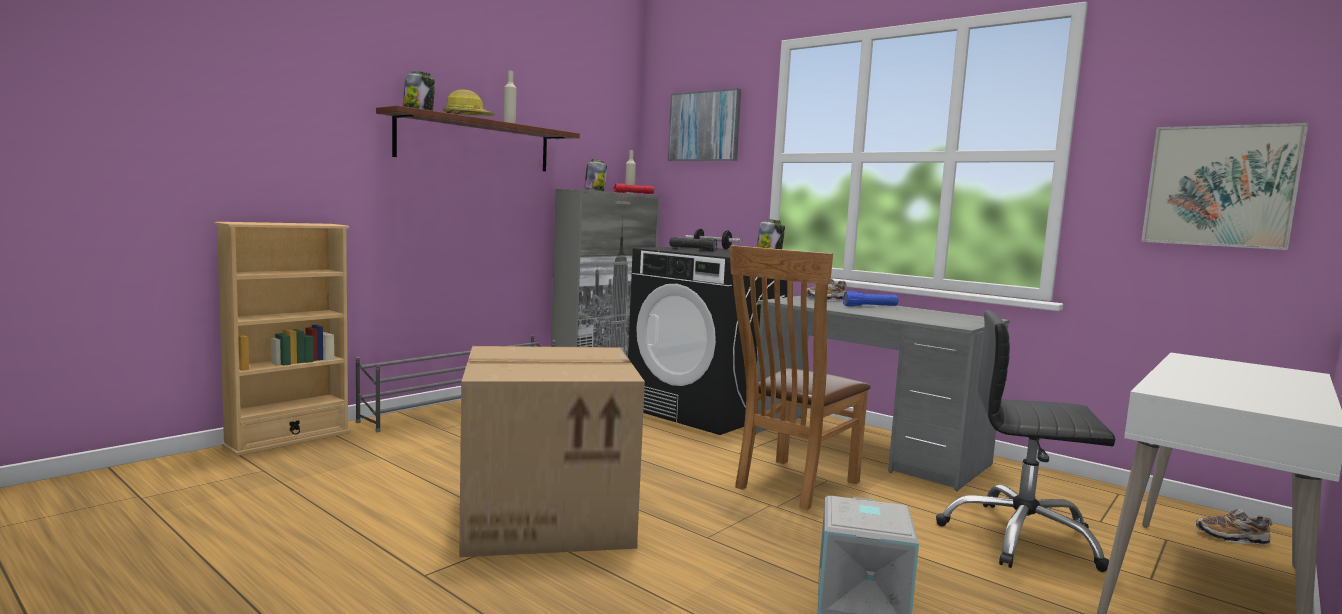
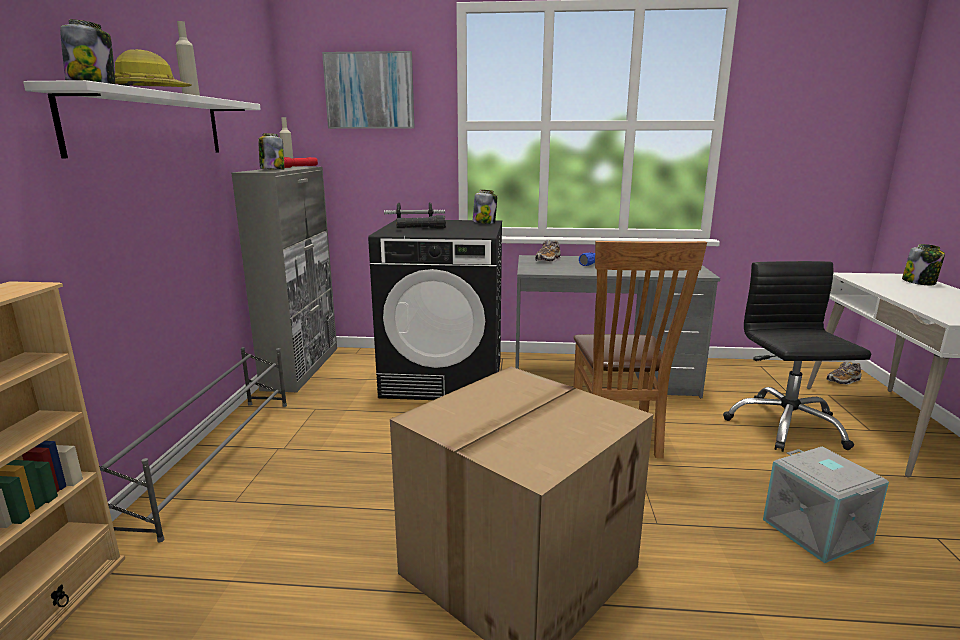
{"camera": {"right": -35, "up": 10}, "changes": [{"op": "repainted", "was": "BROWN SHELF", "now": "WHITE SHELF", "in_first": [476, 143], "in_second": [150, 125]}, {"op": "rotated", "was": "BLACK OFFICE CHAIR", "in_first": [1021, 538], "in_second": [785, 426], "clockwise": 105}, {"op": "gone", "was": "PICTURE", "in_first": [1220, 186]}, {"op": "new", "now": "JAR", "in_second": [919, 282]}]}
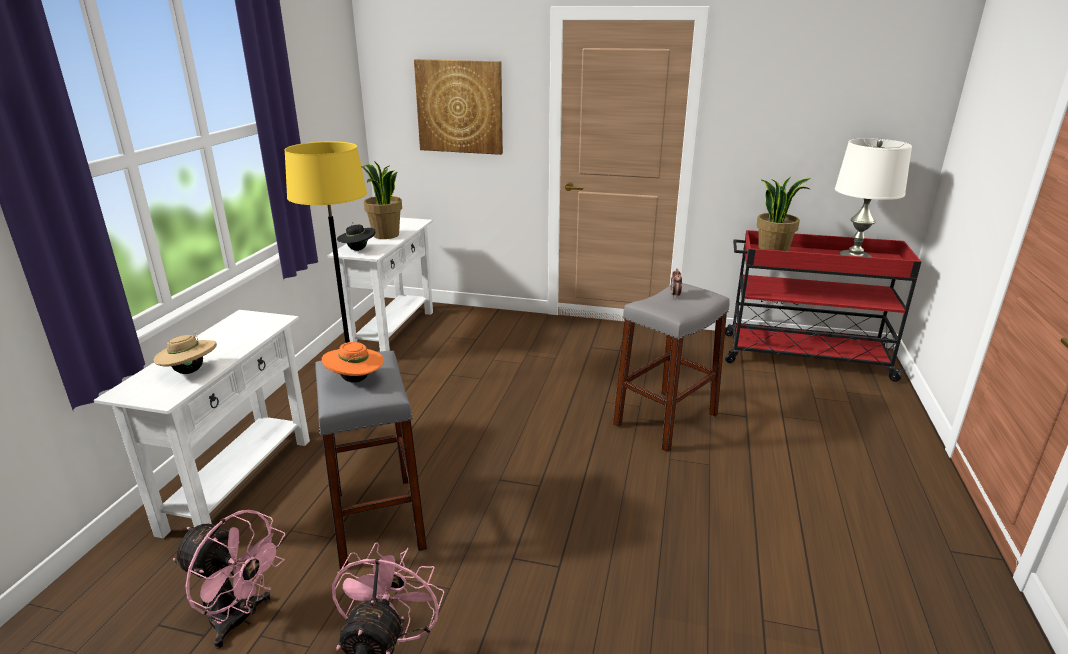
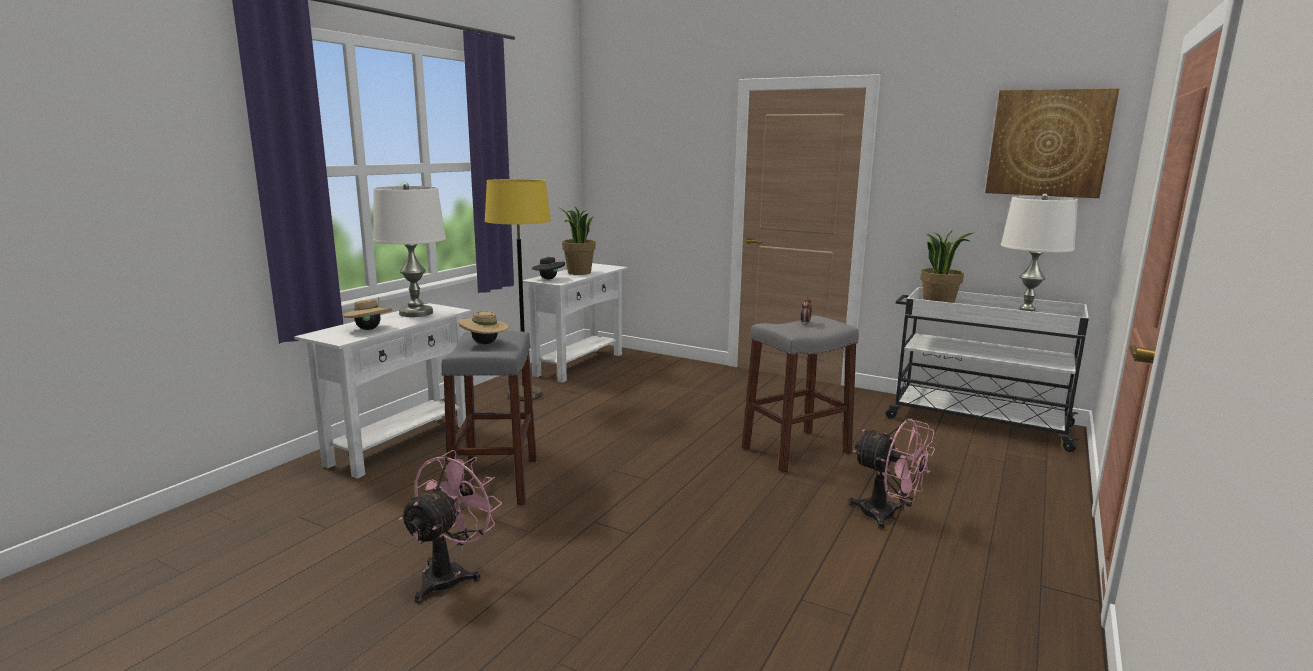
{"camera": {"right": 15, "up": -10}, "changes": [{"op": "shifted", "was": "PINK FAN", "in_first": [240, 620], "in_second": [887, 516]}, {"op": "repainted", "was": "ORANGE HAT", "now": "BEIGE HAT", "in_first": [356, 380], "in_second": [485, 344]}, {"op": "shifted", "was": "PICTURE", "in_first": [460, 107], "in_second": [1048, 143]}, {"op": "repainted", "was": "RED CART", "now": "WHITE CART", "in_first": [803, 356], "in_second": [975, 422]}, {"op": "new", "now": "WHITE TABLE LAMP", "in_second": [416, 313]}]}
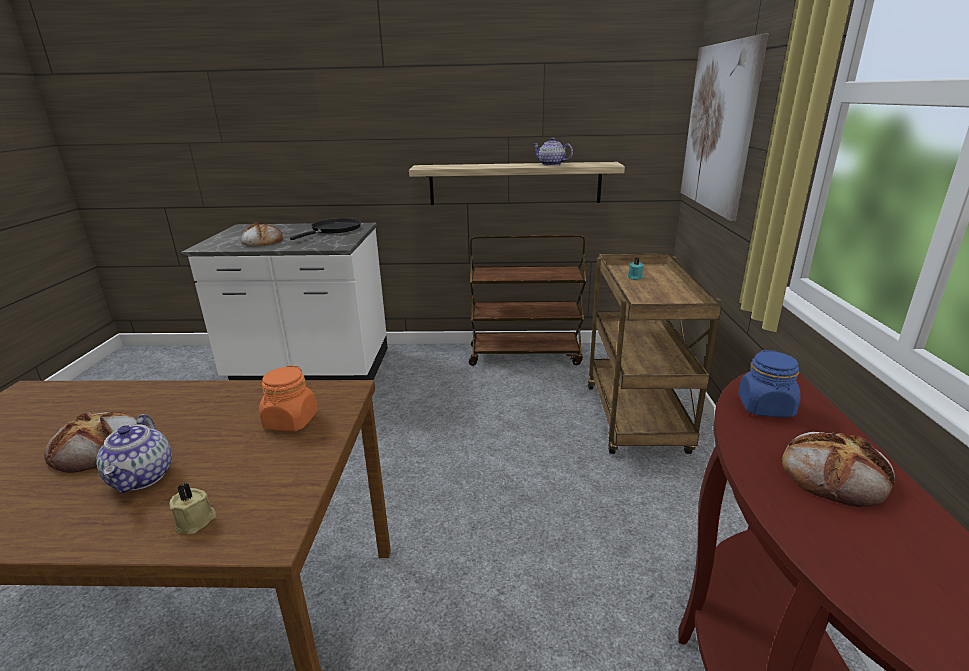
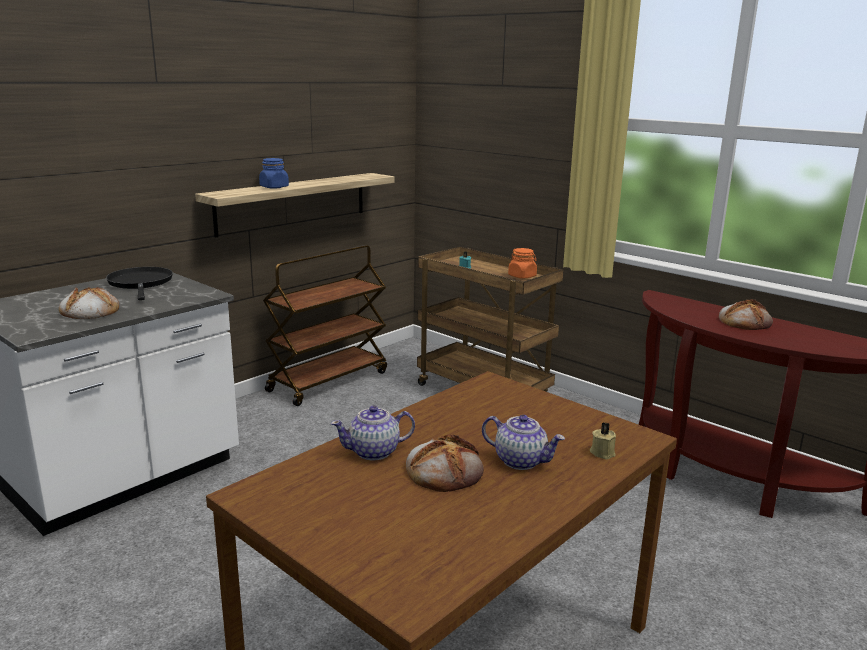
{"camera": {"right": -50, "up": -5}, "changes": [{"op": "shifted", "was": "ORANGE JAR", "in_first": [291, 421], "in_second": [522, 276]}, {"op": "shifted", "was": "TEAPOT", "in_first": [551, 164], "in_second": [374, 452]}, {"op": "gone", "was": "PICTURE", "in_first": [718, 128]}, {"op": "shifted", "was": "BLUE JAR", "in_first": [765, 407], "in_second": [274, 187]}]}
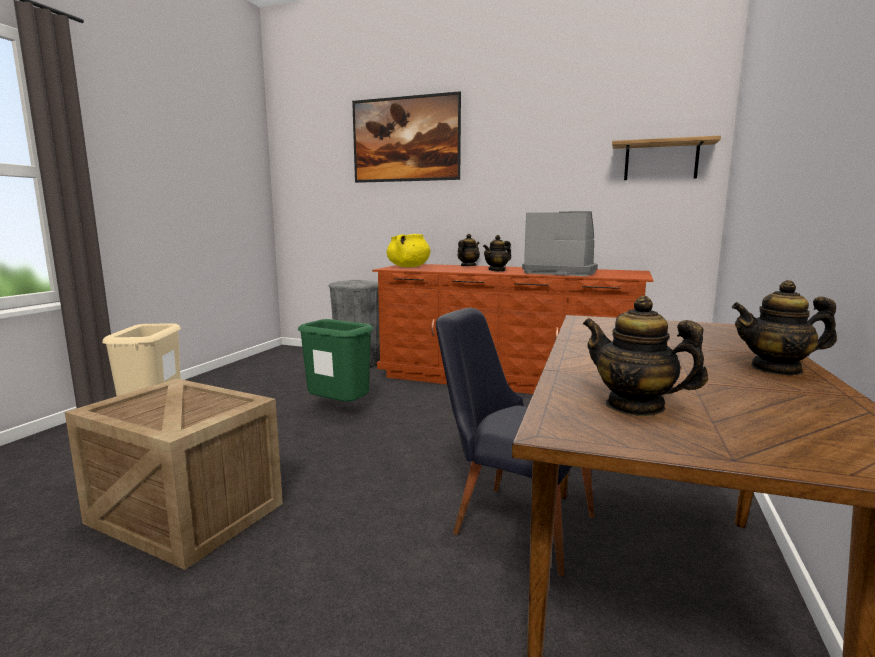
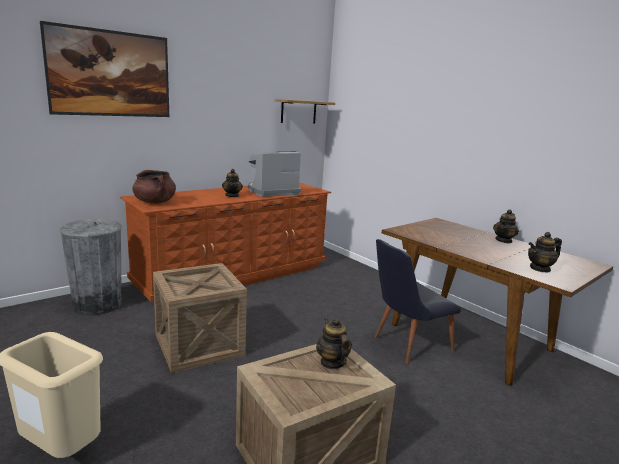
{"camera": {"right": -60, "up": 5}, "changes": [{"op": "swapped", "was": "GREEN TRASH CAN", "now": "CRATE", "in_first": [339, 410], "in_second": [199, 345]}, {"op": "repainted", "was": "YELLOW COOKING POT", "now": "BROWN COOKING POT", "in_first": [408, 267], "in_second": [155, 202]}, {"op": "shifted", "was": "TEAPOT", "in_first": [468, 266], "in_second": [332, 362]}]}
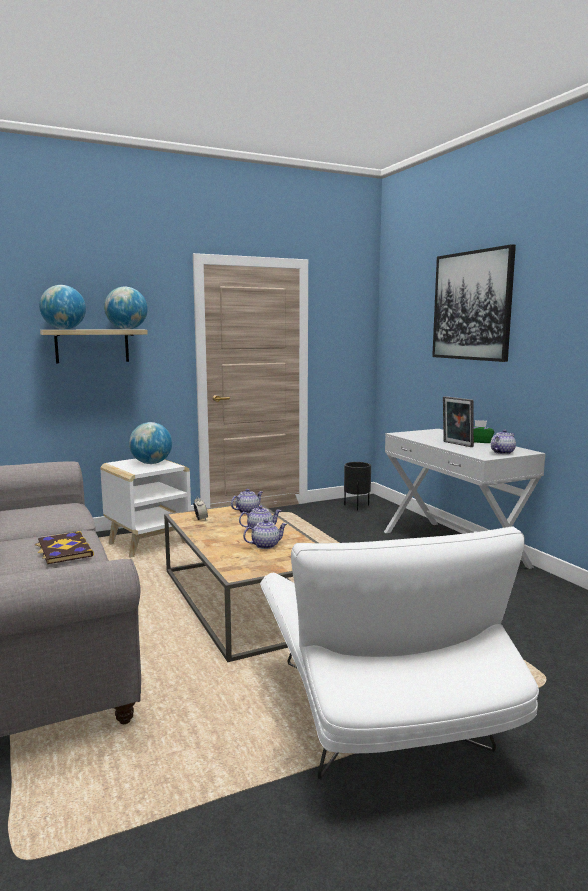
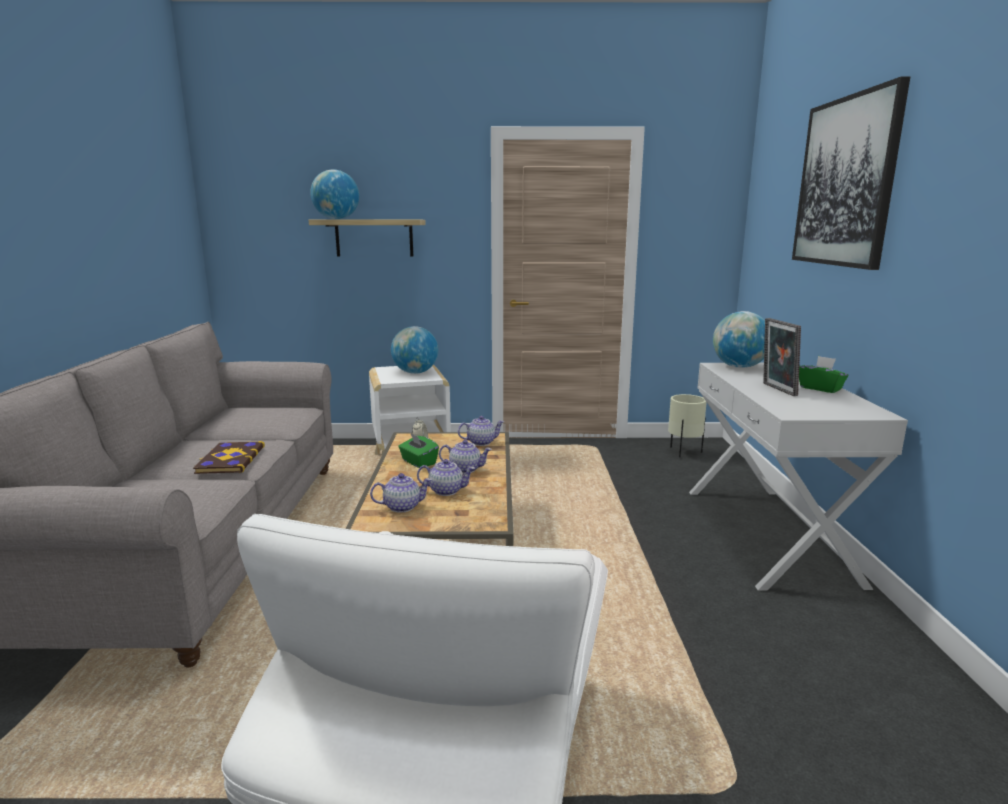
{"camera": {"right": 25, "up": 5}, "changes": [{"op": "shifted", "was": "GLOBE", "in_first": [127, 329], "in_second": [739, 367]}, {"op": "repainted", "was": "BLACK PLANTER", "now": "BEIGE PLANTER", "in_first": [357, 507], "in_second": [684, 452]}, {"op": "shifted", "was": "TEAPOT", "in_first": [502, 452], "in_second": [402, 506]}, {"op": "new", "now": "GREEN TISSUE BOX", "in_second": [418, 462]}]}
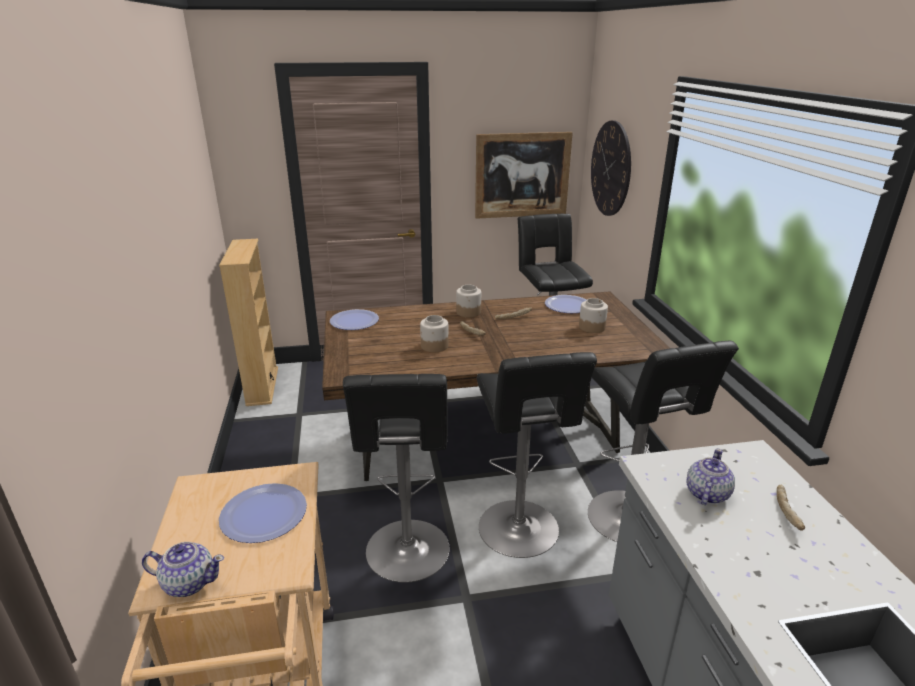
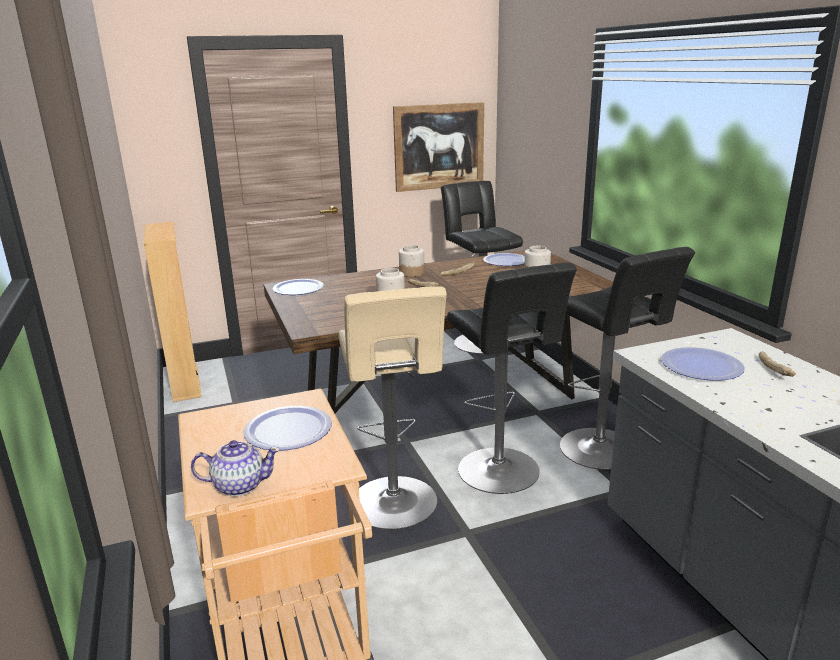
{"camera": {"right": -10, "up": -5}, "changes": [{"op": "repainted", "was": "BLACK STOOL", "now": "BEIGE STOOL", "in_first": [407, 554], "in_second": [395, 506]}, {"op": "gone", "was": "WALL CLOCK", "in_first": [611, 169]}, {"op": "swapped", "was": "TEAPOT", "now": "PLATE", "in_first": [706, 494], "in_second": [701, 366]}]}
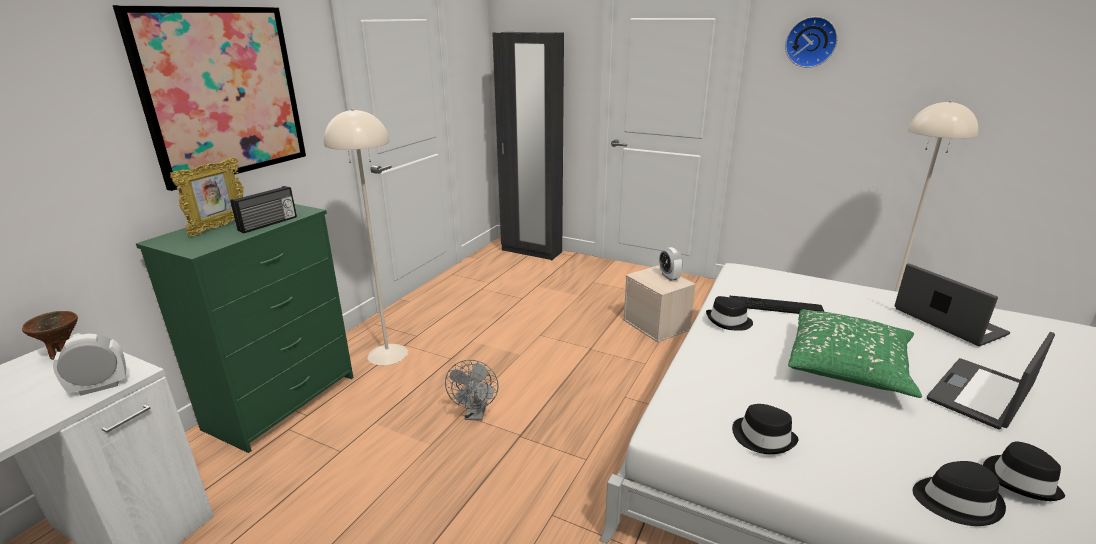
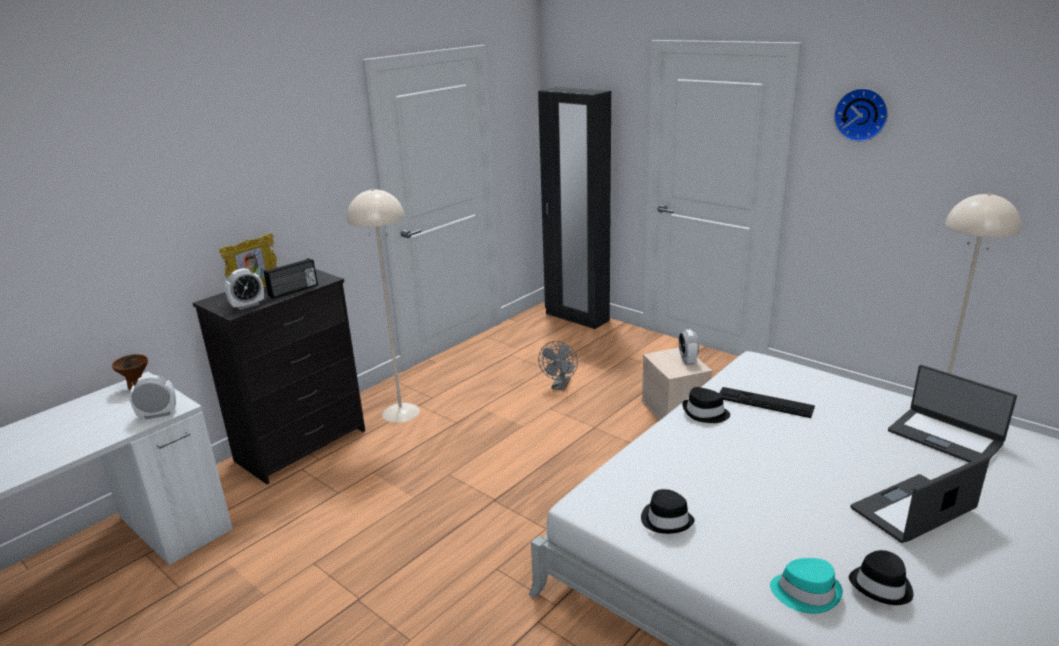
{"camera": {"right": 15, "up": 0}, "changes": [{"op": "gone", "was": "PICTURE", "in_first": [223, 93]}, {"op": "repainted", "was": "GREEN DRESSER", "now": "BLACK DRESSER", "in_first": [283, 401], "in_second": [302, 445]}, {"op": "shifted", "was": "GREY FAN", "in_first": [475, 414], "in_second": [560, 386]}, {"op": "gone", "was": "GREEN PILLOW", "in_first": [848, 366]}, {"op": "rotated", "was": "LAPTOP", "in_first": [947, 322], "in_second": [945, 437], "clockwise": 150}, {"op": "repainted", "was": "BLACK HAT", "now": "TURQUOISE HAT", "in_first": [955, 500], "in_second": [806, 592]}, {"op": "new", "now": "ALARM CLOCK", "in_second": [247, 305]}]}
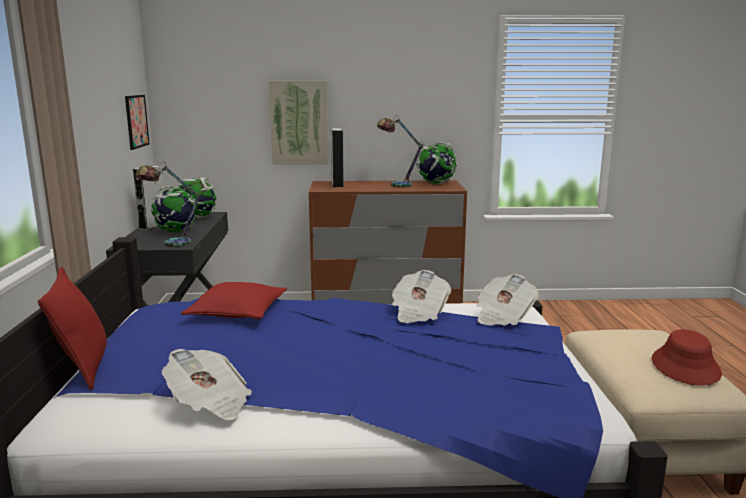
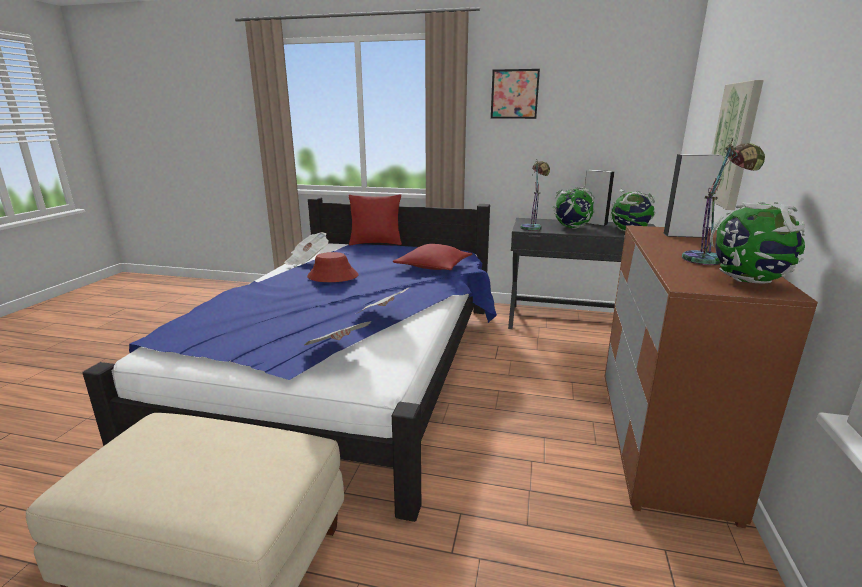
{"camera": {"right": 105, "up": 5}, "changes": [{"op": "shifted", "was": "PICTURE", "in_first": [136, 121], "in_second": [514, 94]}, {"op": "shifted", "was": "RED HAT", "in_first": [686, 367], "in_second": [332, 276]}]}
